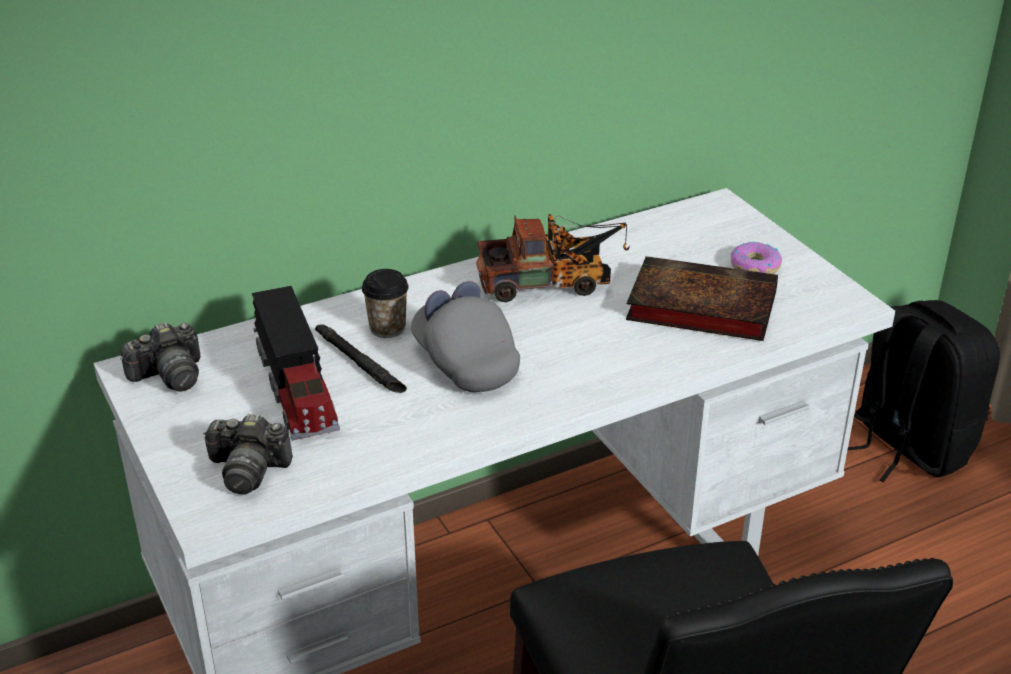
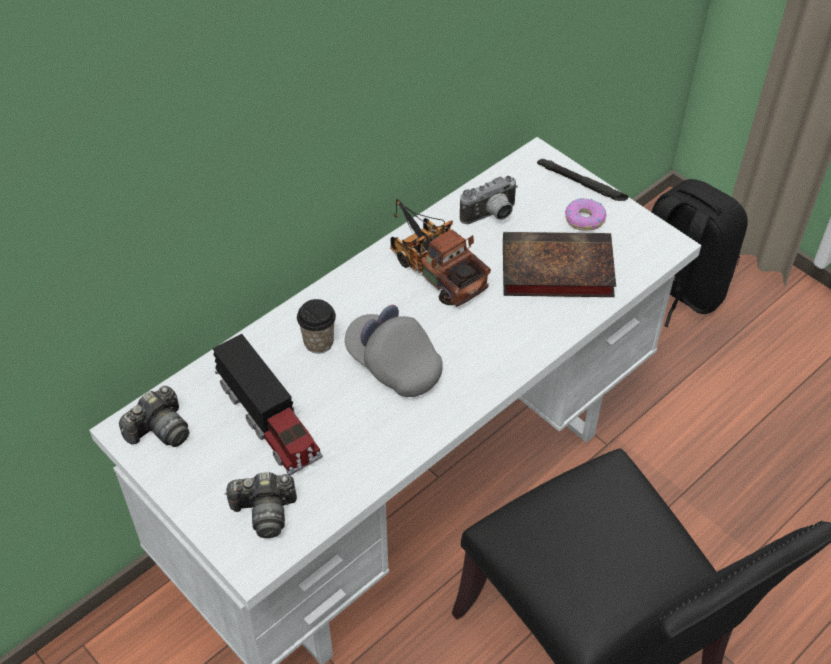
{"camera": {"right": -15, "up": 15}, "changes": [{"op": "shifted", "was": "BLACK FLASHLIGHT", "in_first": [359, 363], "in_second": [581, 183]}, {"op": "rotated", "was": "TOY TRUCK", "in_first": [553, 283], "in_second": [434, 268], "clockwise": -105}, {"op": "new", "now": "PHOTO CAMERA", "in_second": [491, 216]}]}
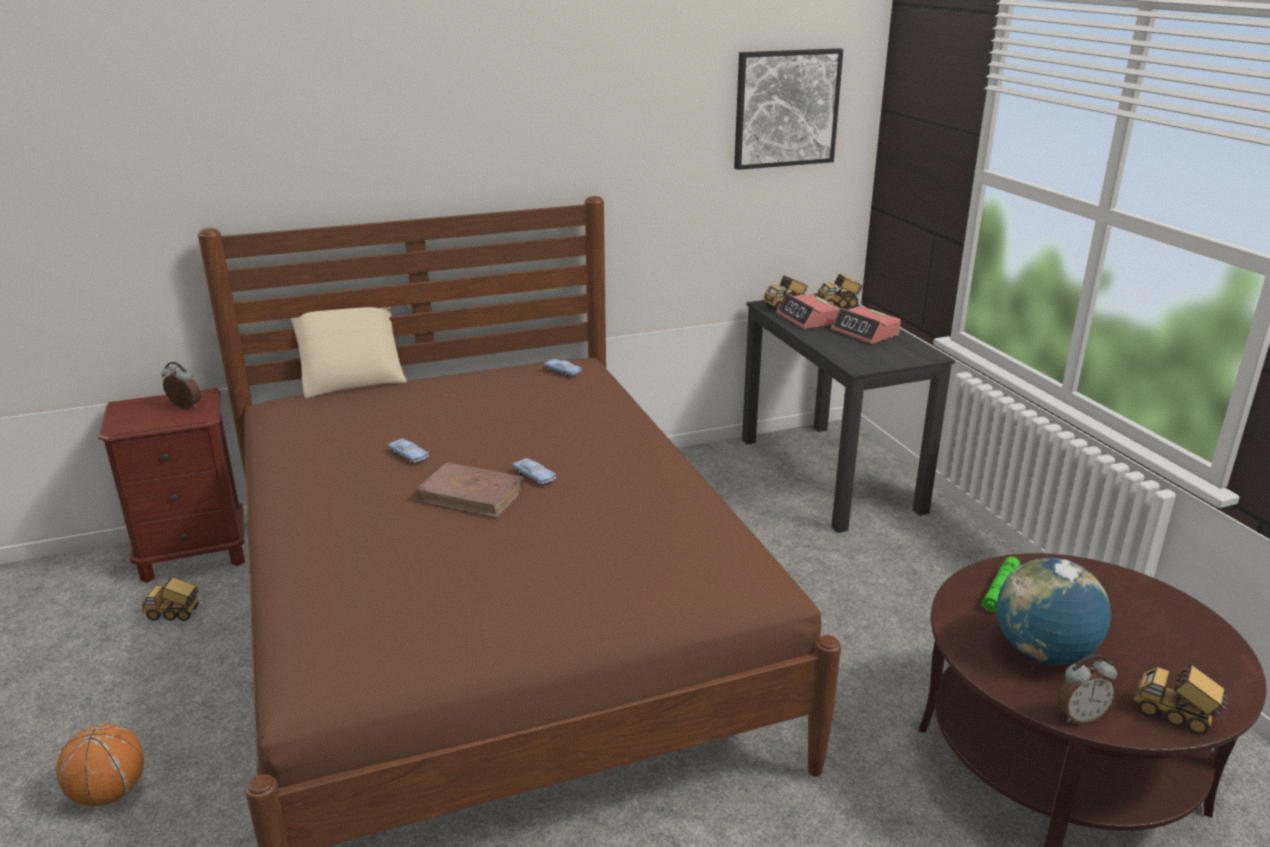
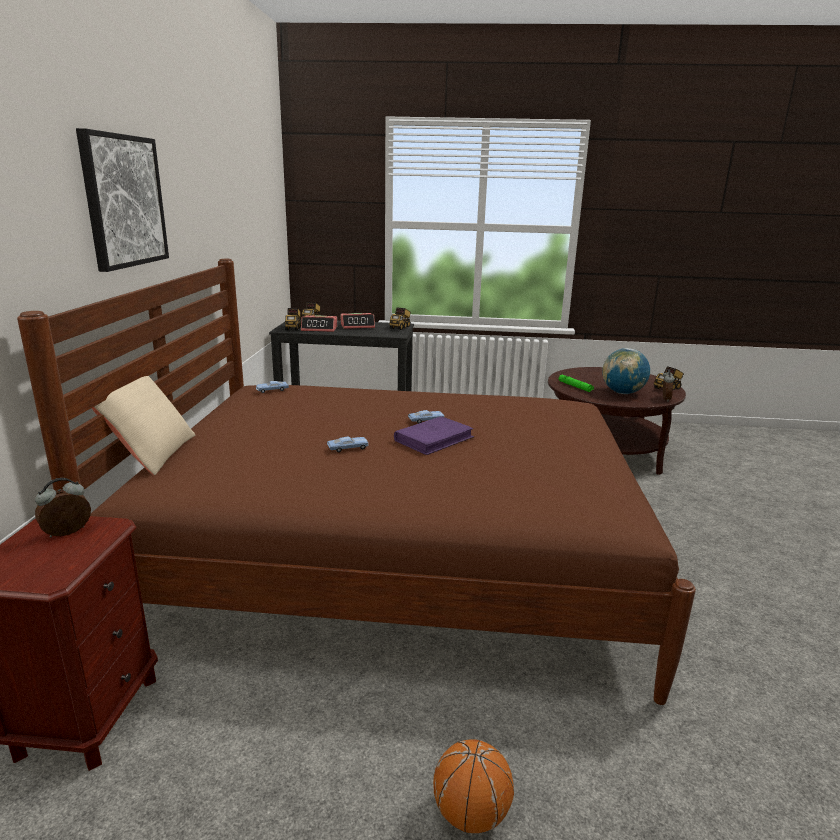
{"camera": {"right": -65, "up": -5}, "changes": [{"op": "shifted", "was": "TOY TRUCK", "in_first": [175, 614], "in_second": [400, 327]}, {"op": "repainted", "was": "BROWN BOOK", "now": "PURPLE BOOK", "in_first": [472, 495], "in_second": [434, 439]}, {"op": "shifted", "was": "PICTURE", "in_first": [786, 108], "in_second": [124, 201]}]}
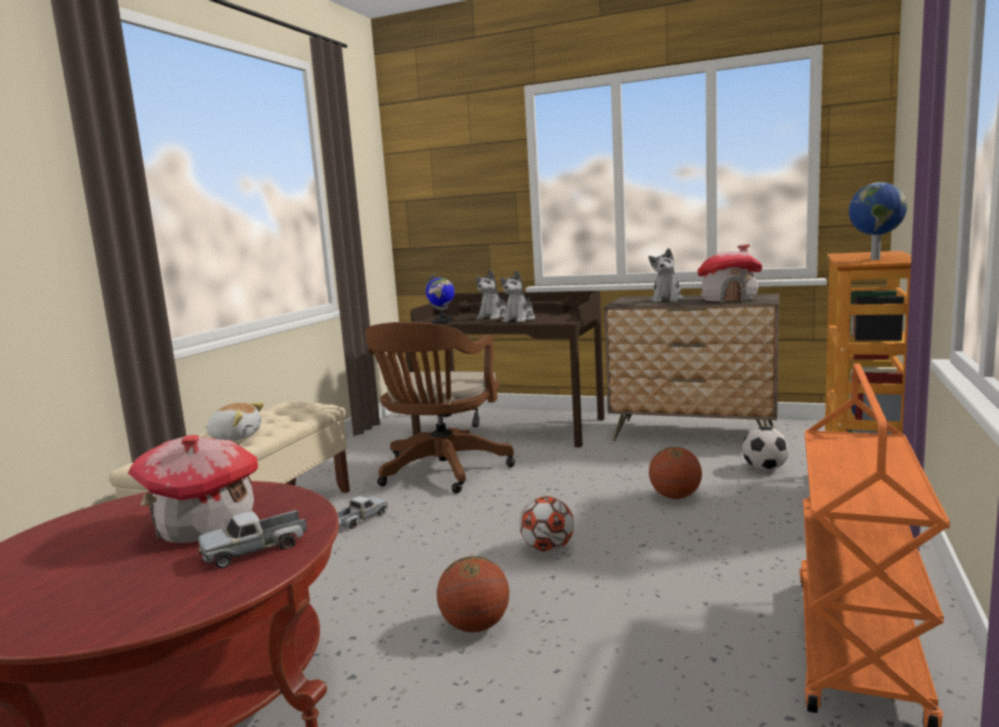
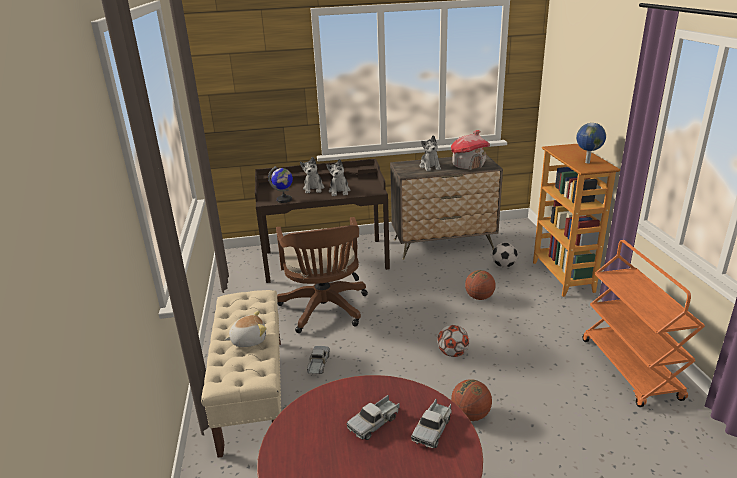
{"camera": {"right": -30, "up": 15}, "changes": [{"op": "swapped", "was": "TOY HOUSE", "now": "TOY TRUCK", "in_first": [205, 525], "in_second": [374, 422]}]}
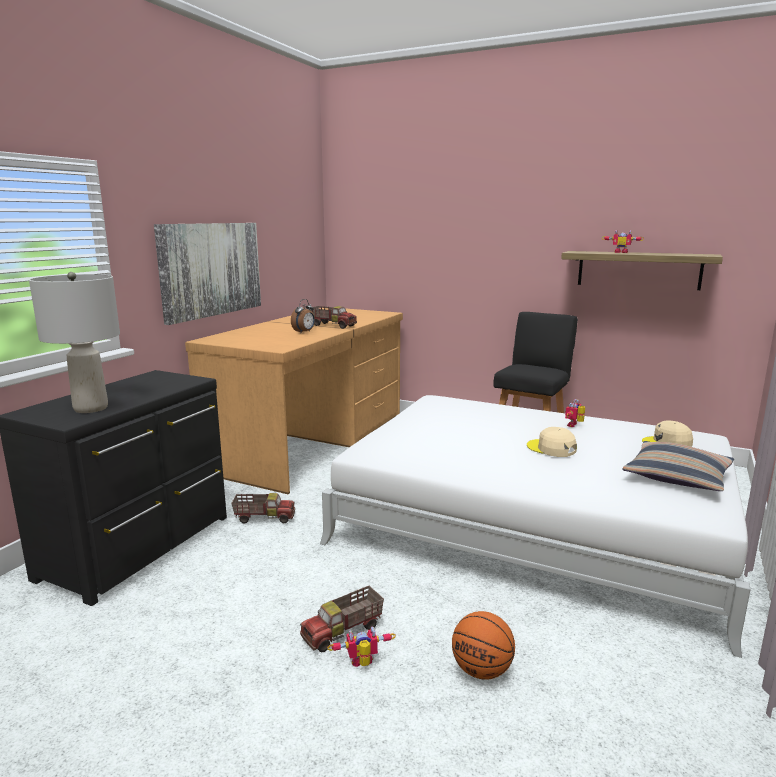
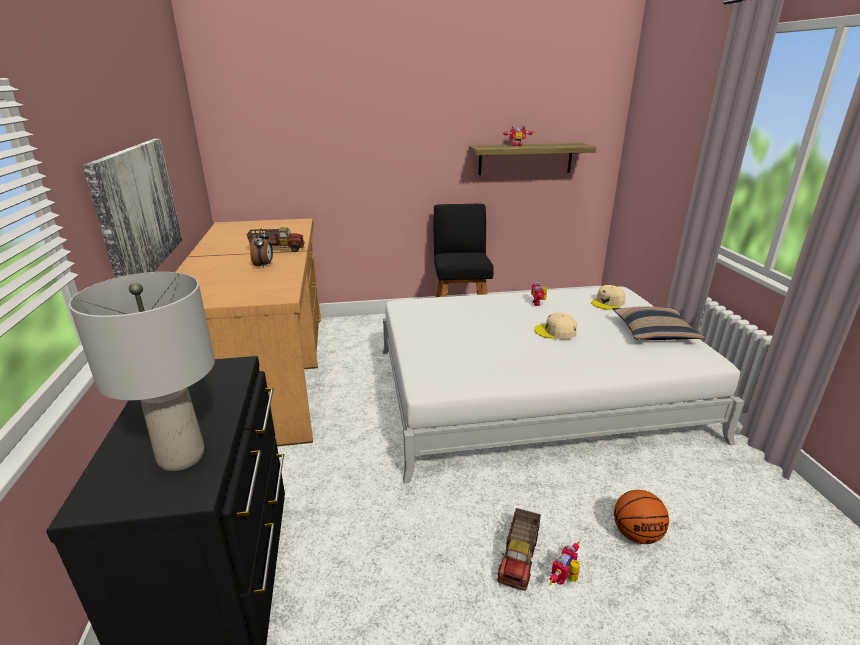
{"camera": {"right": -35, "up": 10}, "changes": [{"op": "gone", "was": "TOY TRUCK", "in_first": [264, 518]}]}
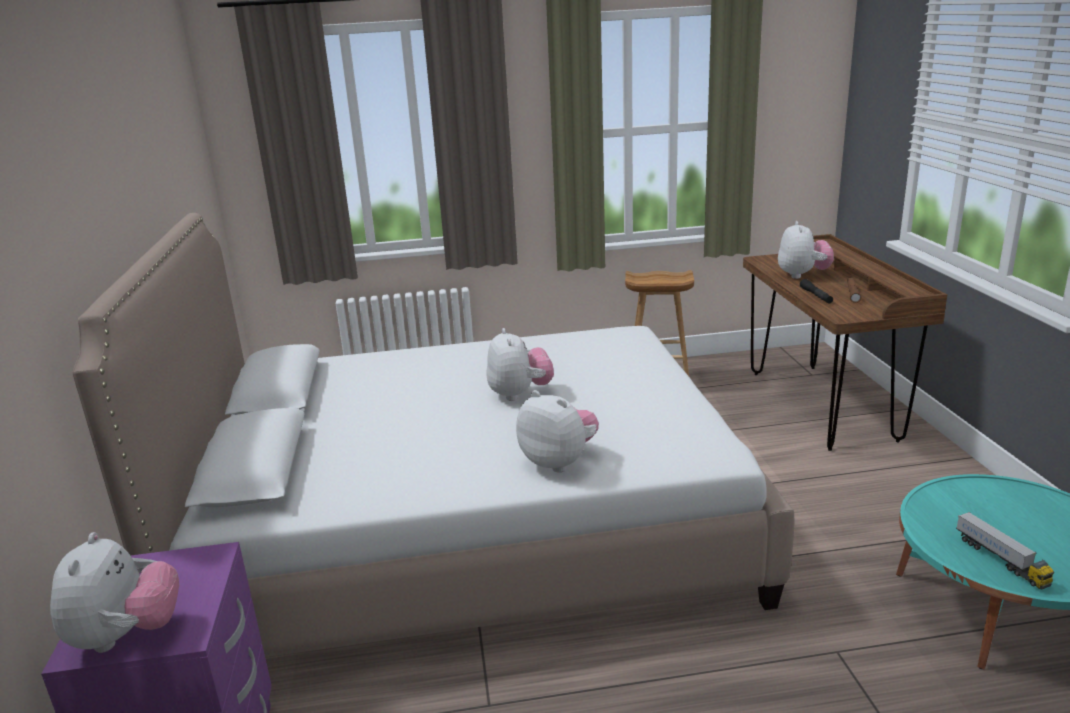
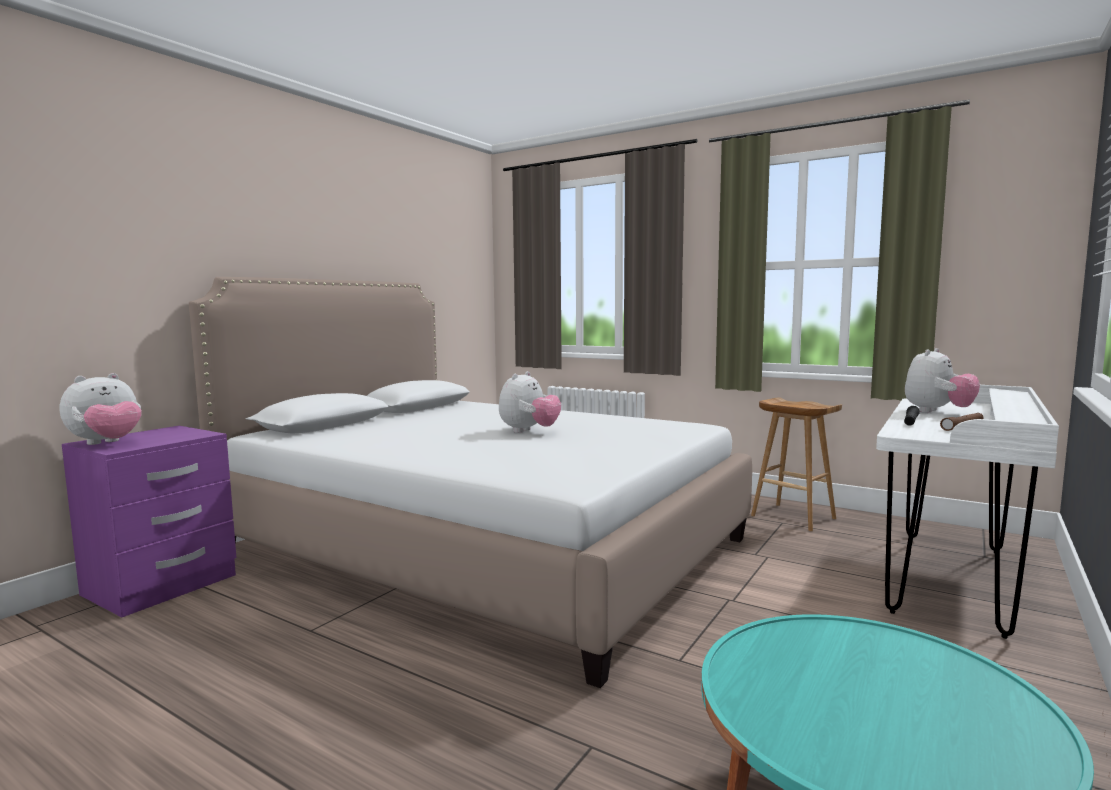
{"camera": {"right": 40, "up": -15}, "changes": [{"op": "gone", "was": "PLUSH TOY", "in_first": [559, 462]}, {"op": "repainted", "was": "BROWN DESK", "now": "WHITE DESK", "in_first": [821, 405], "in_second": [951, 580]}, {"op": "gone", "was": "TOY TRUCK", "in_first": [1000, 560]}]}
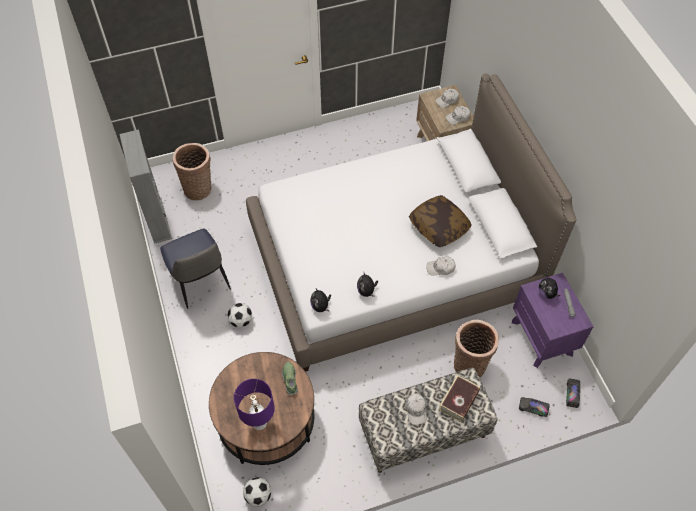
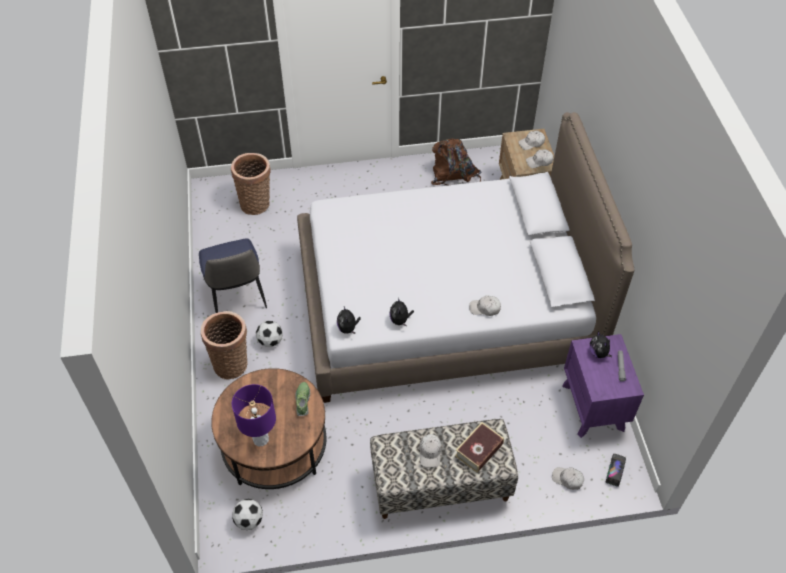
{"camera": {"right": 10, "up": -5}, "changes": [{"op": "gone", "was": "GREY BOOKCASE", "in_first": [157, 220]}, {"op": "gone", "was": "PILLOW", "in_first": [438, 227]}, {"op": "shifted", "was": "BASKET", "in_first": [469, 363], "in_second": [231, 363]}, {"op": "swapped", "was": "TOY TRUCK", "now": "WHITE CAP", "in_first": [533, 408], "in_second": [567, 479]}, {"op": "new", "now": "BROWN BACKPACK", "in_second": [454, 176]}]}
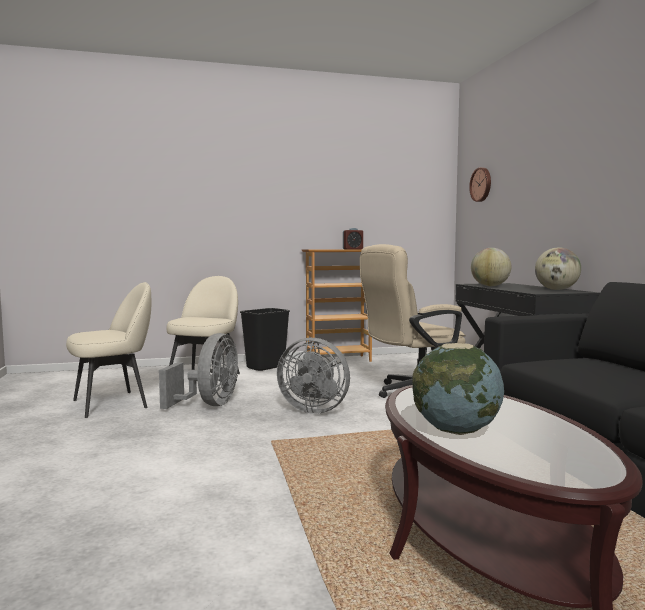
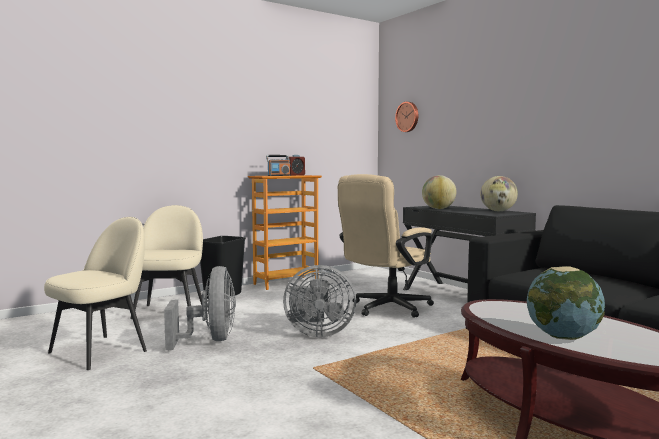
{"camera": {"right": -20, "up": 0}, "changes": [{"op": "new", "now": "RADIO", "in_second": [278, 175]}]}
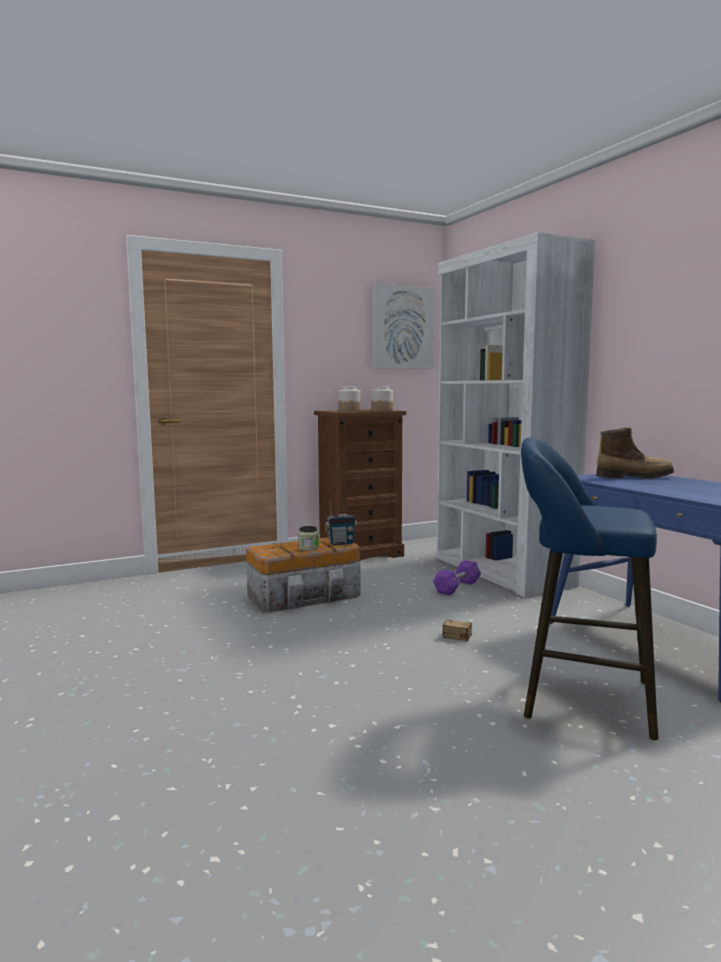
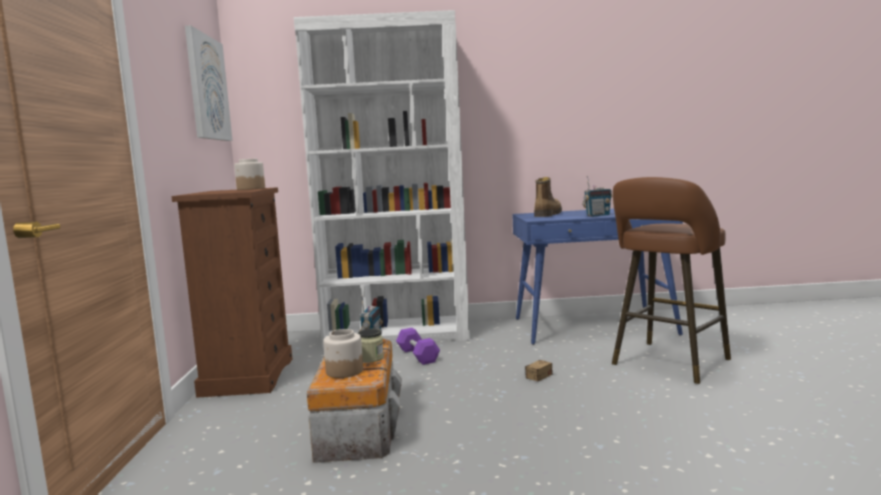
{"camera": {"right": -65, "up": 0}, "changes": [{"op": "shifted", "was": "JAR", "in_first": [349, 411], "in_second": [344, 371]}, {"op": "repainted", "was": "BLUE STOOL", "now": "BROWN STOOL", "in_first": [578, 697], "in_second": [668, 363]}, {"op": "new", "now": "RADIO", "in_second": [597, 215]}]}
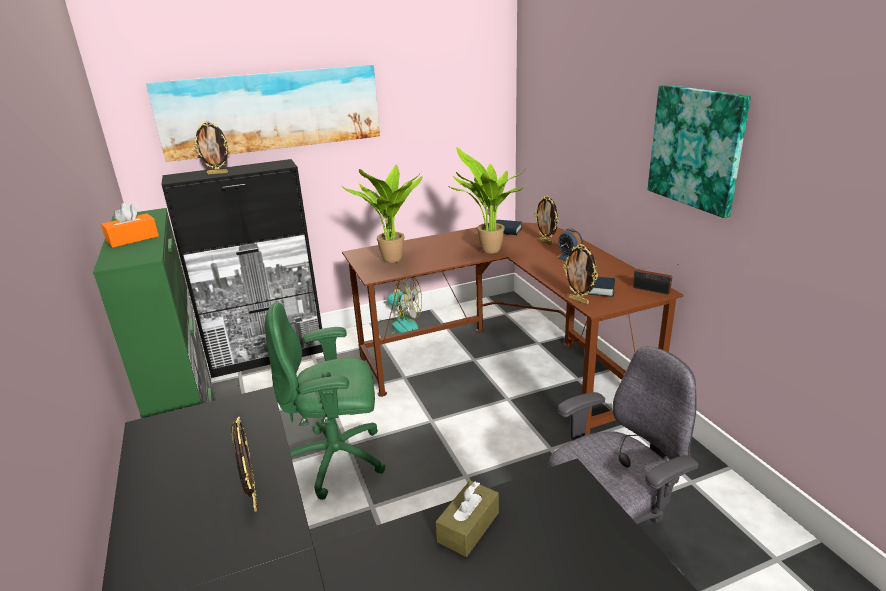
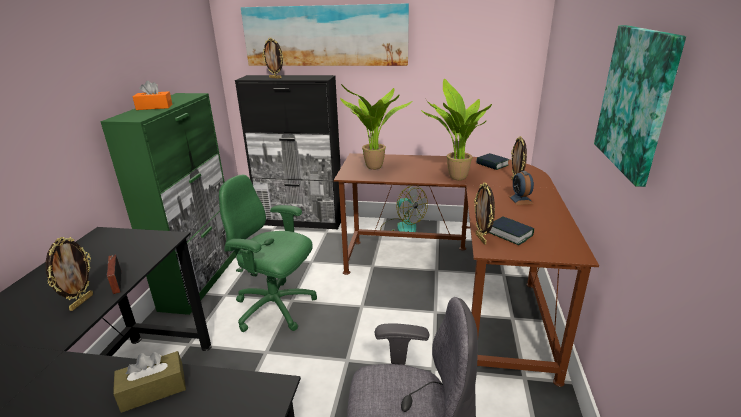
{"camera": {"right": 30, "up": 0}, "changes": [{"op": "shifted", "was": "RADIO", "in_first": [653, 290], "in_second": [116, 284]}]}
